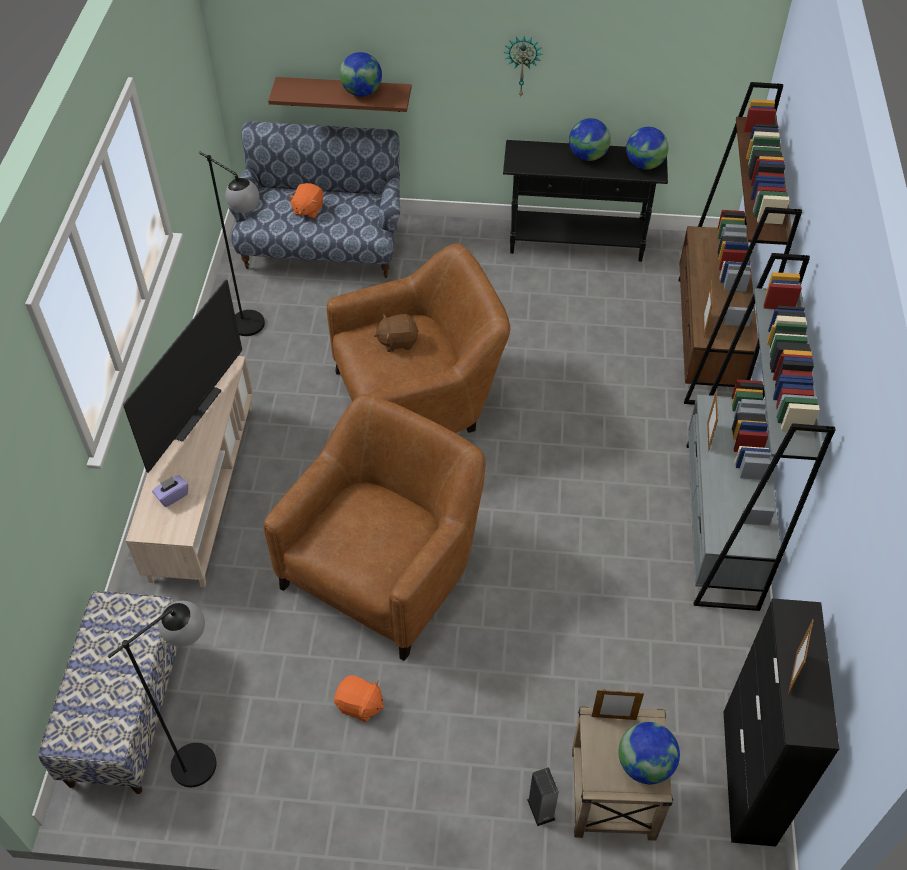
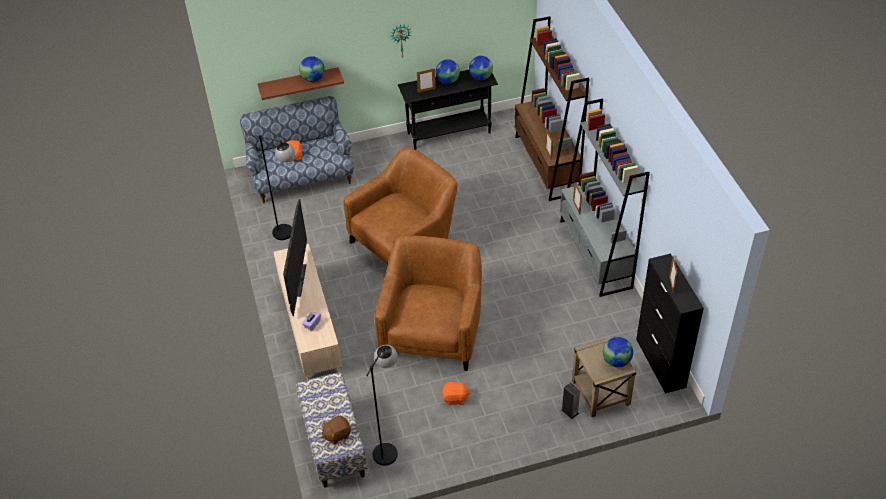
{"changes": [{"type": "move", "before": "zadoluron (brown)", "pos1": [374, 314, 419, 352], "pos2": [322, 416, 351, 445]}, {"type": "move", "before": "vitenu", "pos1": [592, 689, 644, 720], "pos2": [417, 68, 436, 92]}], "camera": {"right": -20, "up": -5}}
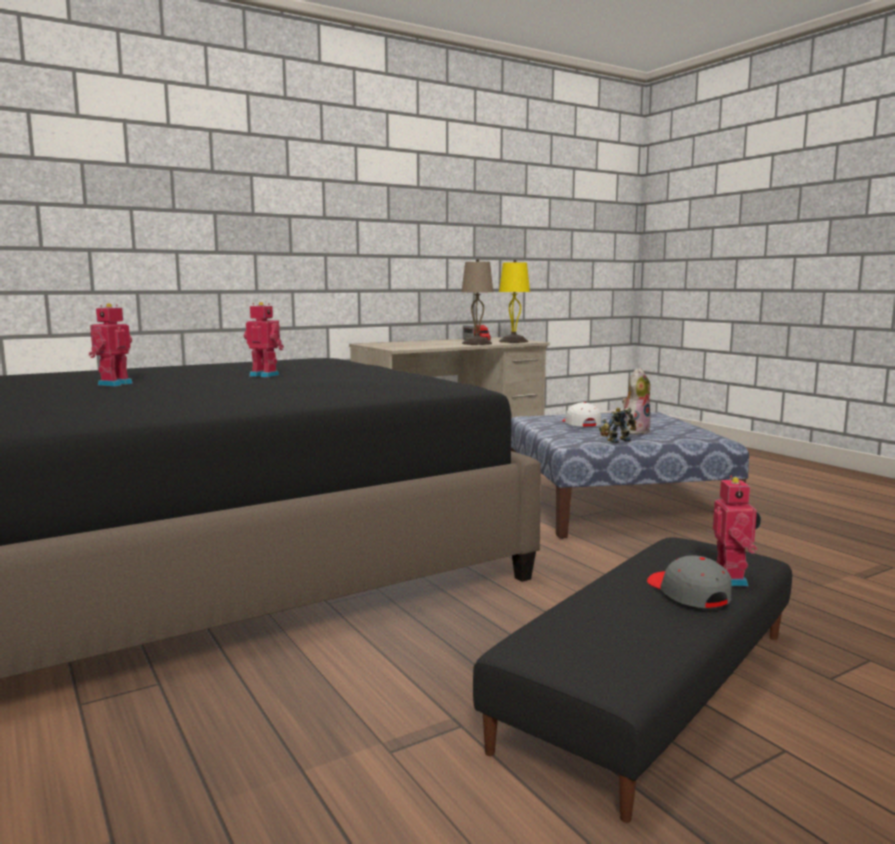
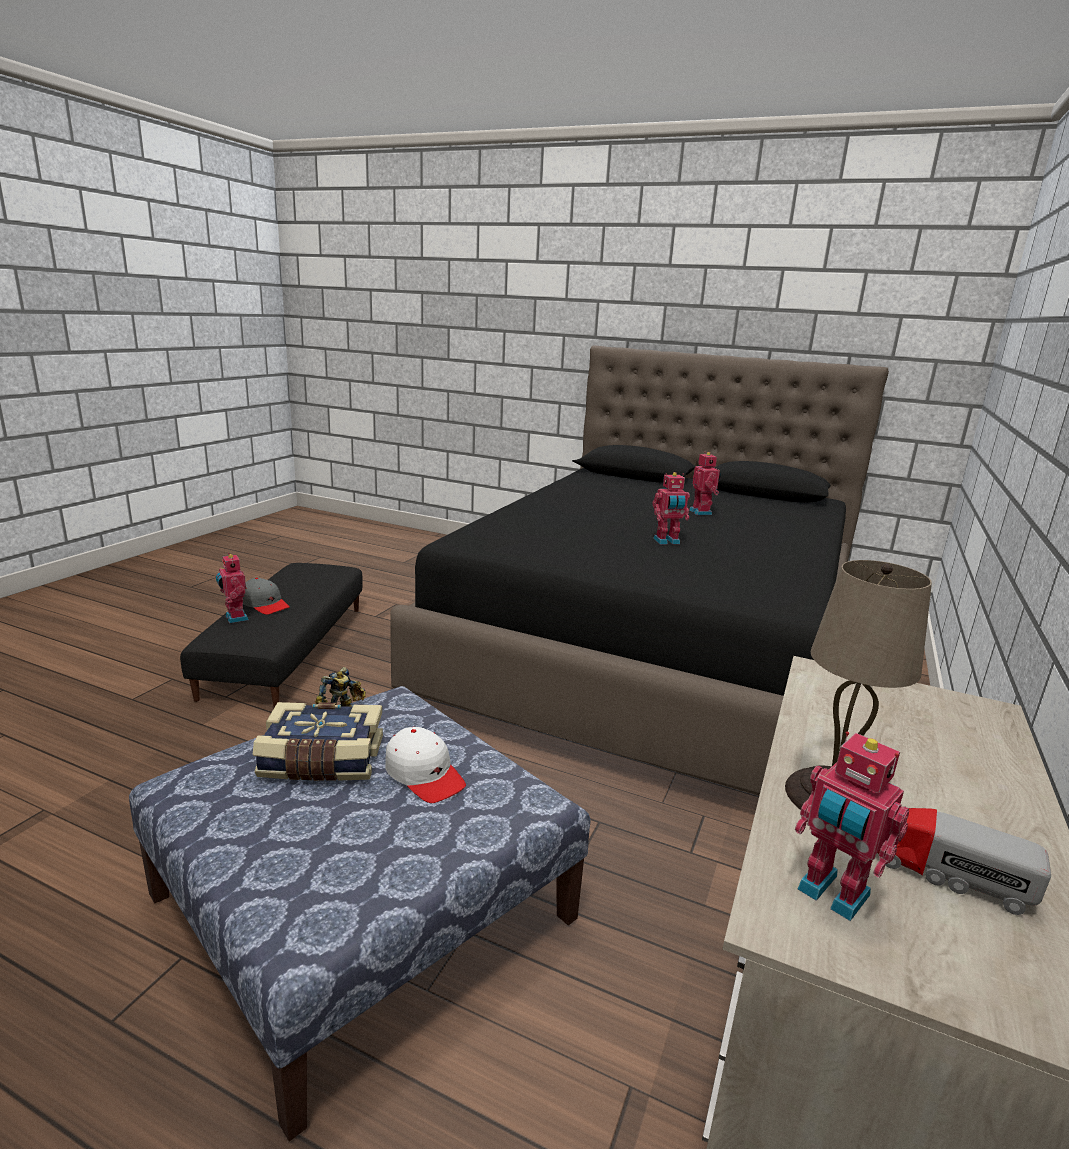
{"changes": [{"type": "replace", "before": "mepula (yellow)", "after": "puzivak", "pos1": [499, 260, 530, 343], "pos2": [795, 731, 909, 921]}, {"type": "replace", "before": "zadoluron", "after": "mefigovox", "pos1": [622, 368, 650, 435], "pos2": [253, 702, 383, 781]}], "camera": {"right": 145, "up": 10}}
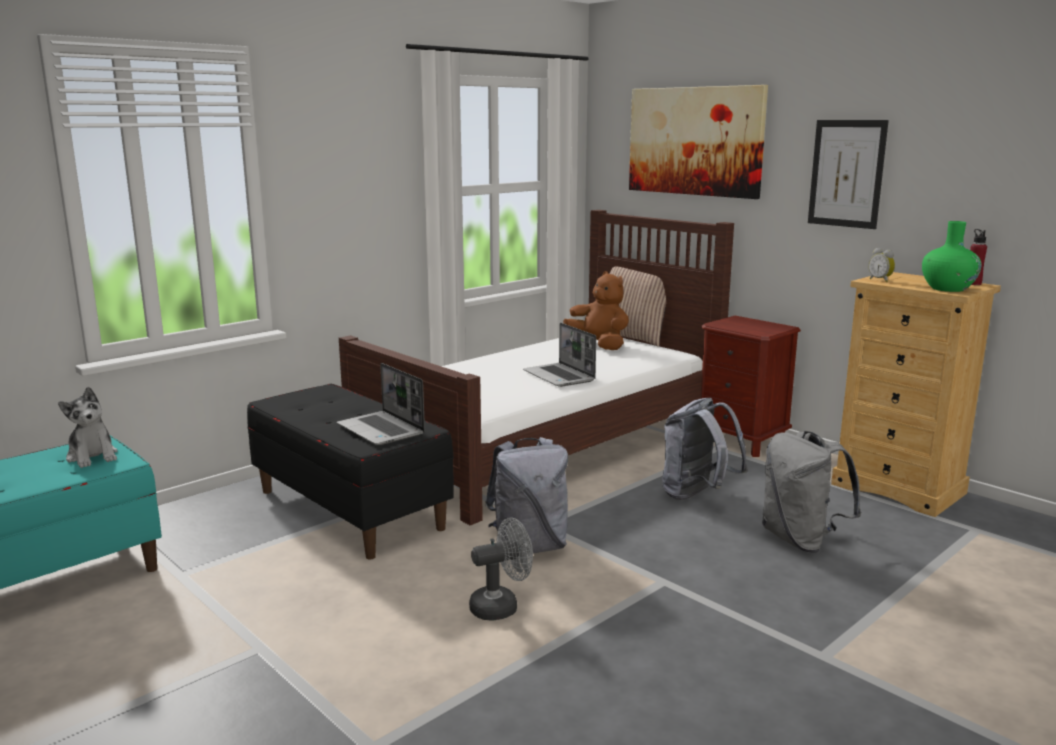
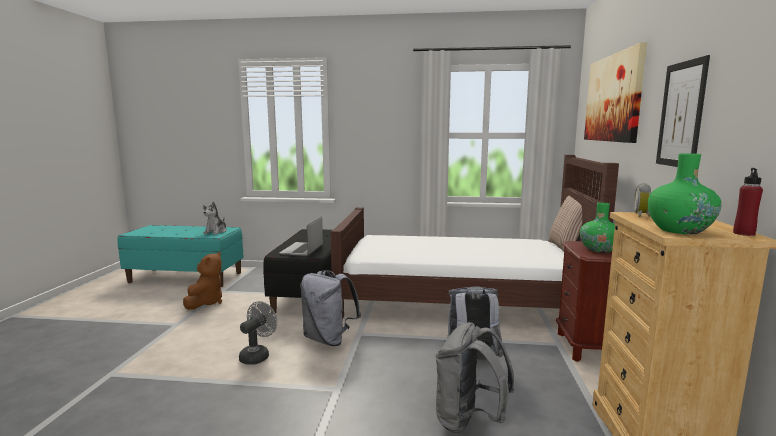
{"changes": [{"type": "move", "before": "zadoluron (brown)", "pos1": [563, 271, 629, 350], "pos2": [183, 252, 222, 310]}, {"type": "delete", "before": "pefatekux", "pos1": [523, 323, 596, 387]}, {"type": "rotate", "before": "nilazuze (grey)", "pos1": [469, 518, 533, 621], "pos2": [239, 301, 277, 365], "turn": -90}, {"type": "insert", "after": "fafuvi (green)", "pos2": [580, 203, 615, 253]}], "camera": {"right": 50, "up": -5}}
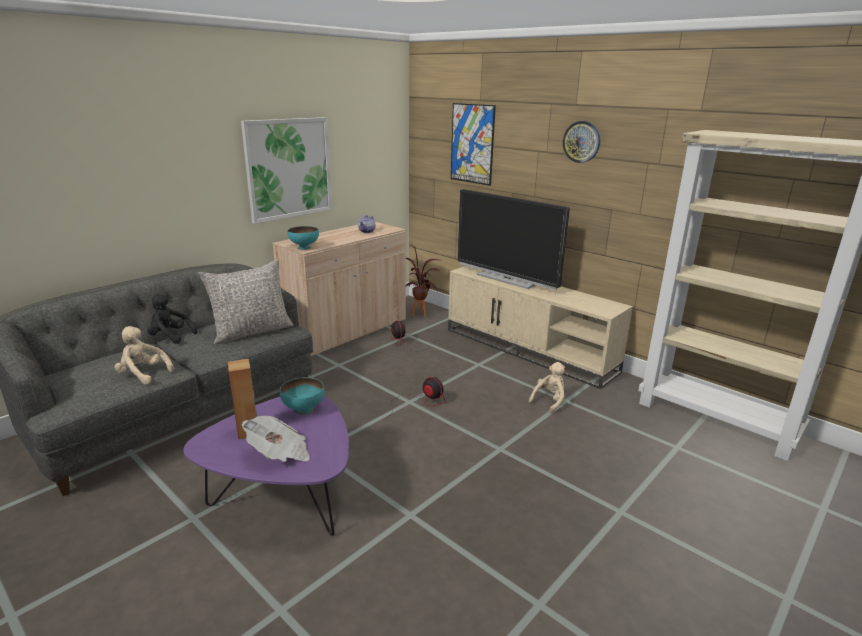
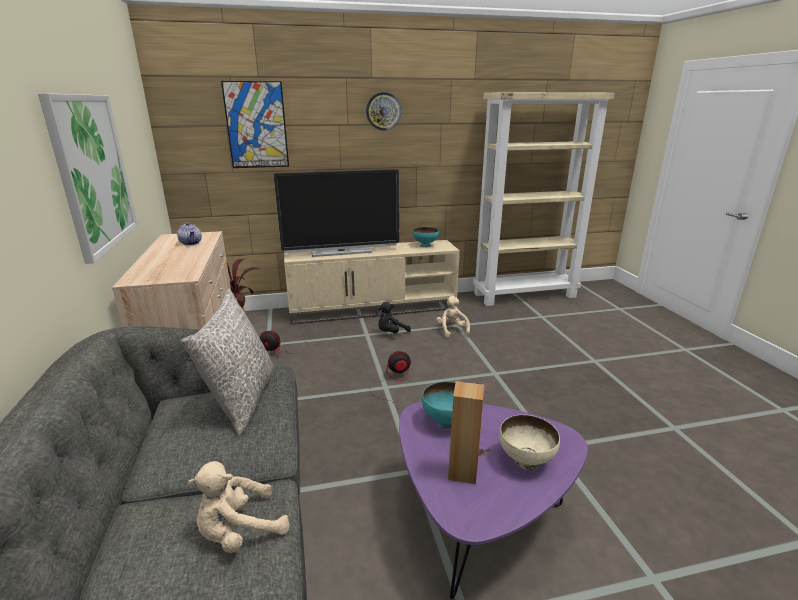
{"changes": [{"type": "move", "before": "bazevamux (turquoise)", "pos1": [287, 226, 319, 250], "pos2": [413, 227, 439, 247]}, {"type": "move", "before": "zadoluron (black)", "pos1": [147, 294, 198, 344], "pos2": [378, 302, 411, 333]}, {"type": "replace", "before": "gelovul", "after": "bazevamux (beige)", "pos1": [242, 416, 310, 462], "pos2": [499, 415, 560, 470]}], "camera": {"right": -55, "up": 0}}
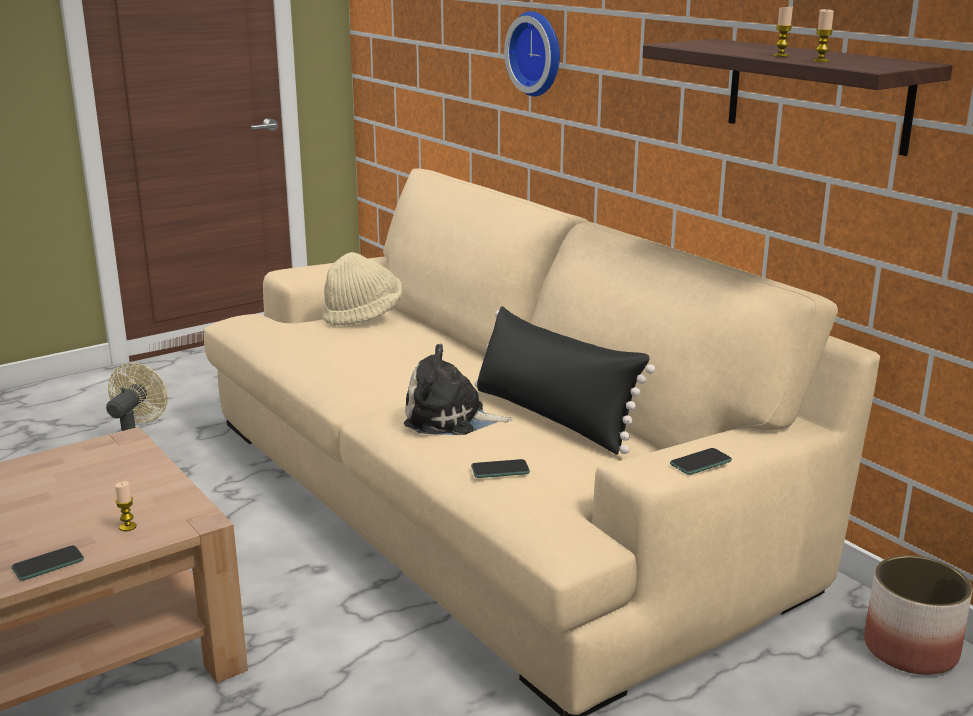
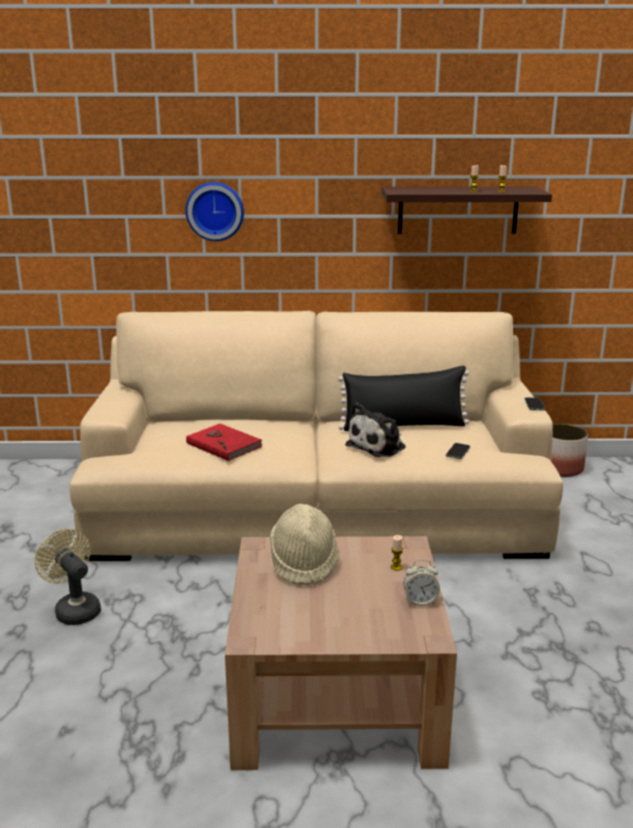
{"changes": [{"type": "move", "before": "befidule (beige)", "pos1": [322, 252, 402, 326], "pos2": [270, 504, 338, 585]}, {"type": "replace", "before": "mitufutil", "after": "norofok", "pos1": [12, 545, 84, 581], "pos2": [403, 560, 440, 606]}, {"type": "insert", "after": "mefigovox (red)", "pos2": [186, 424, 262, 461]}], "camera": {"right": -55, "up": 0}}
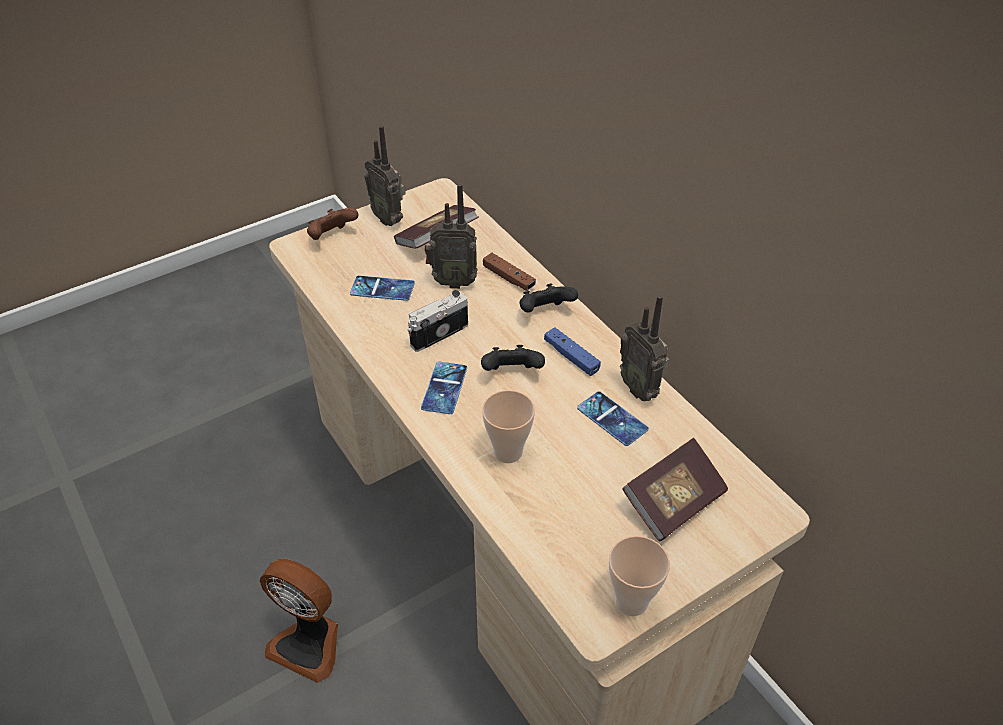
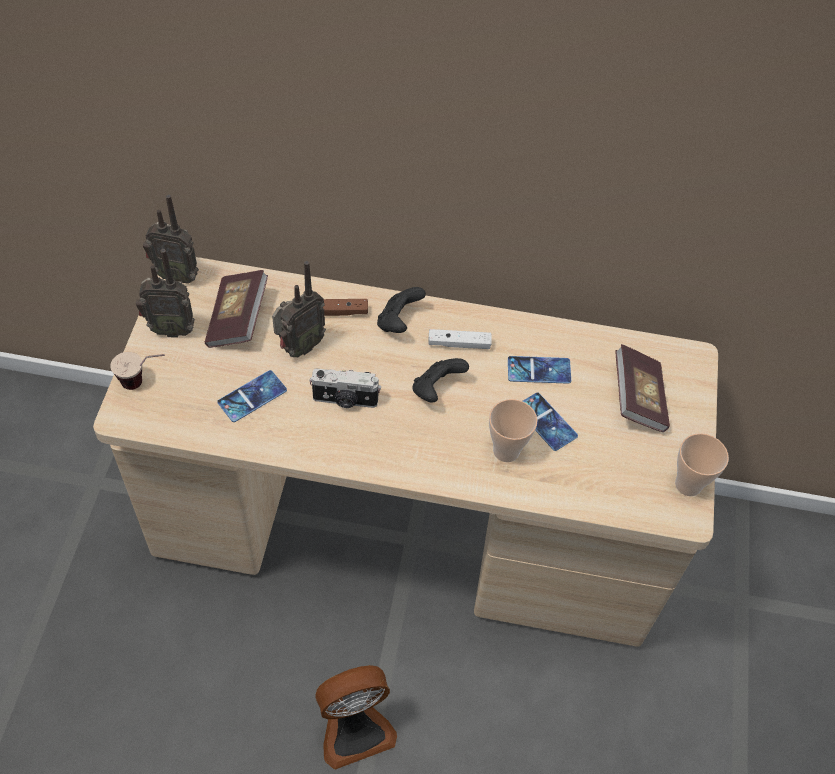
{"changes": [{"type": "replace", "before": "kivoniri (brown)", "after": "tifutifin", "pos1": [307, 208, 358, 240], "pos2": [110, 352, 165, 390]}, {"type": "rotate", "before": "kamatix", "pos1": [408, 290, 468, 352], "pos2": [310, 368, 381, 408], "turn": -90}, {"type": "move", "before": "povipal", "pos1": [620, 295, 670, 401], "pos2": [143, 195, 199, 284]}, {"type": "recolor", "before": "kivoniri (blue)", "after": "kivoniri (white)", "pos1": [544, 327, 601, 376], "pos2": [428, 329, 492, 349]}, {"type": "move", "before": "mitufutil", "pos1": [421, 362, 467, 414], "pos2": [523, 393, 578, 451]}], "camera": {"right": -50, "up": 10}}
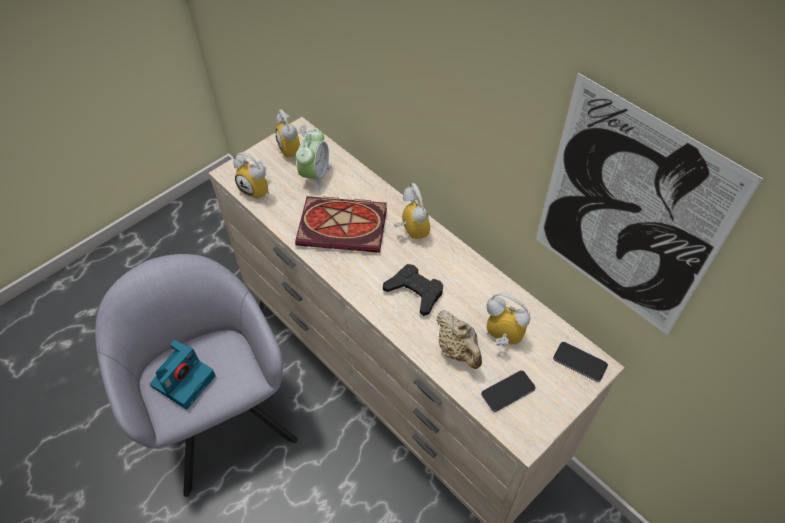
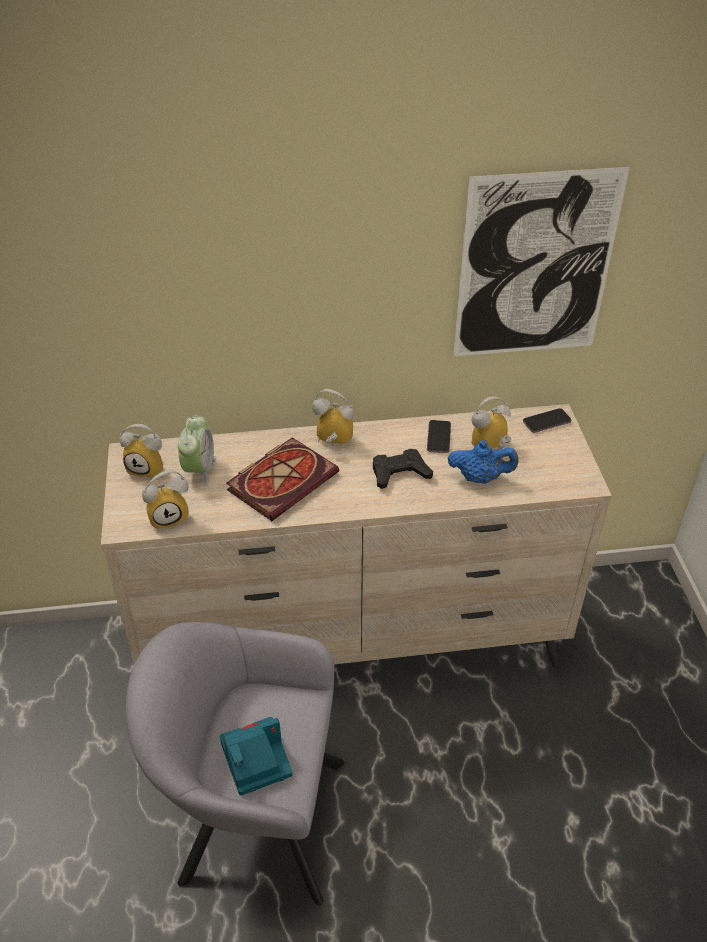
{"changes": [{"type": "rotate", "before": "norofok", "pos1": [296, 129, 331, 191], "pos2": [178, 415, 217, 486], "turn": 45}, {"type": "recolor", "before": "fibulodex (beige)", "after": "fibulodex (blue)", "pos1": [436, 310, 482, 369], "pos2": [448, 440, 518, 484]}, {"type": "rotate", "before": "kamatix", "pos1": [150, 340, 216, 409], "pos2": [220, 717, 292, 796], "turn": -90}, {"type": "move", "before": "mitufutil", "pos1": [481, 370, 536, 412], "pos2": [427, 420, 451, 453]}], "camera": {"right": -55, "up": -10}}
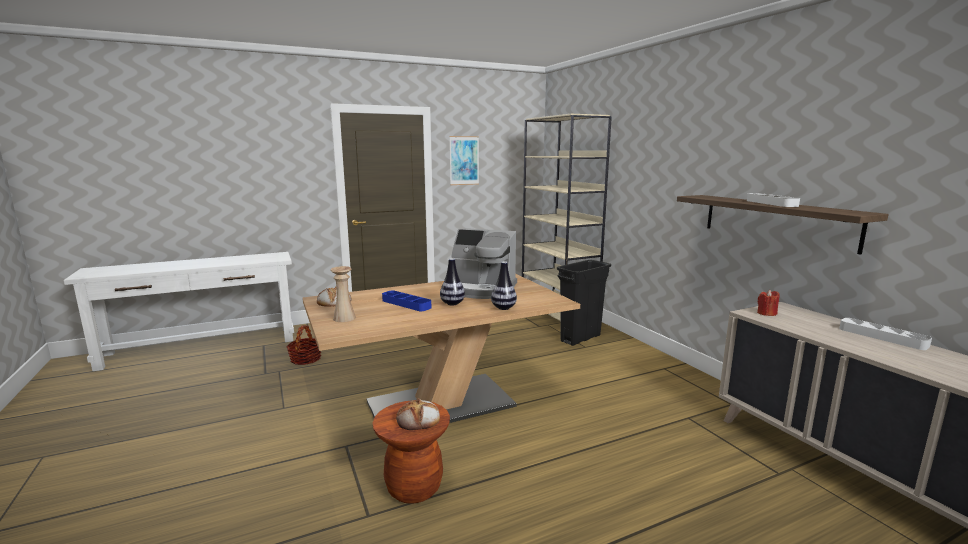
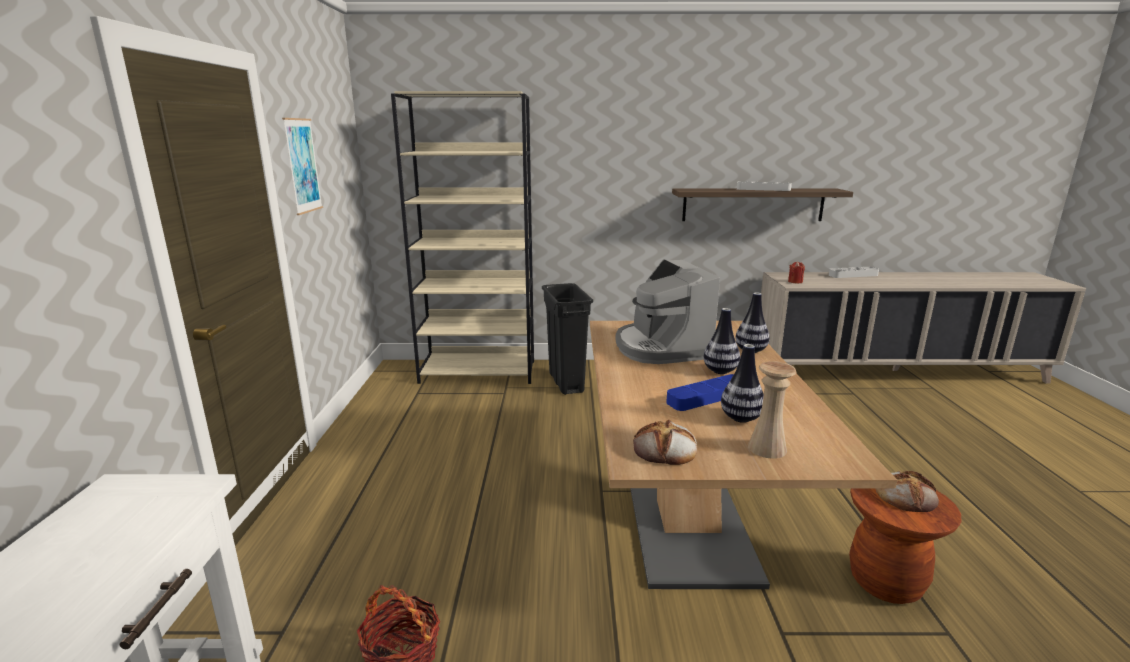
{"changes": [{"type": "rotate", "before": "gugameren", "pos1": [451, 228, 517, 299], "pos2": [616, 259, 720, 364], "turn": 120}, {"type": "insert", "after": "fafuvi", "pos2": [721, 344, 764, 423]}], "camera": {"right": -65, "up": 5}}
